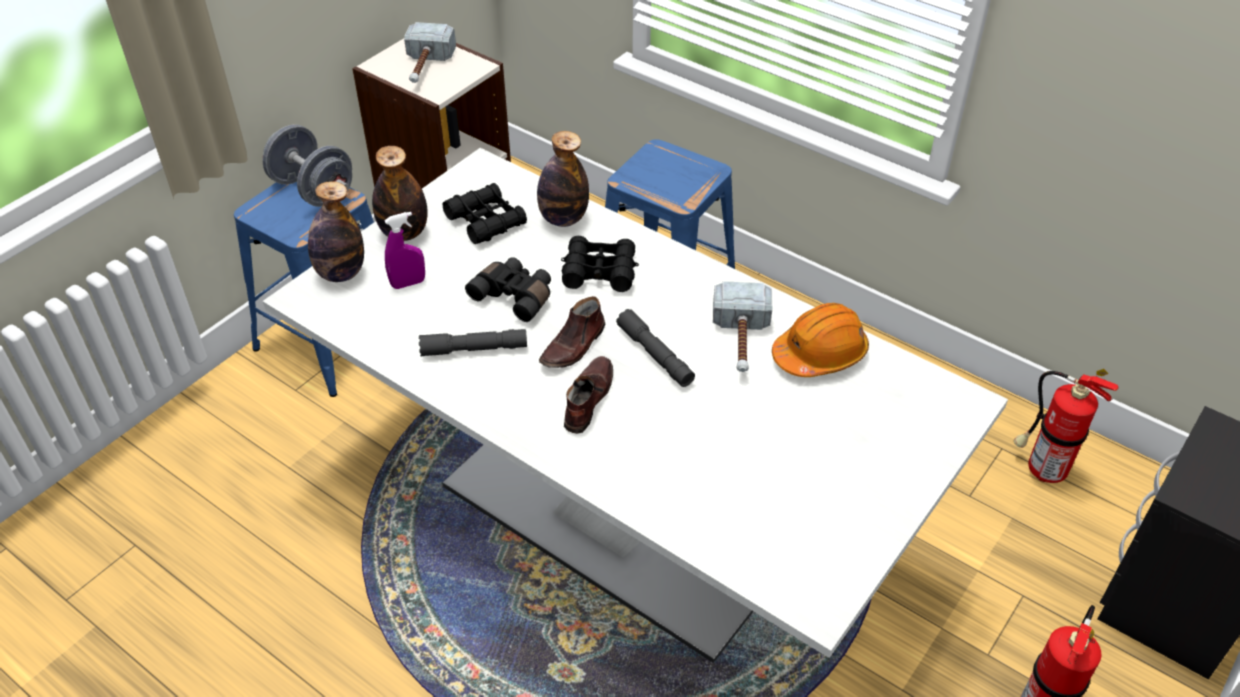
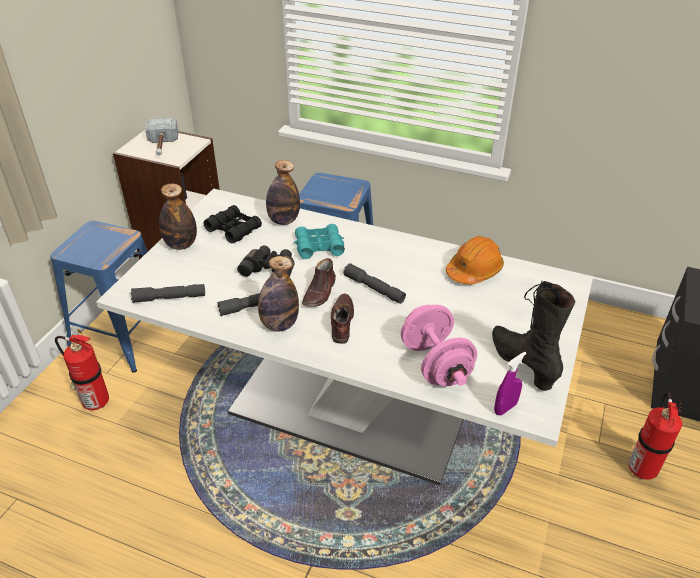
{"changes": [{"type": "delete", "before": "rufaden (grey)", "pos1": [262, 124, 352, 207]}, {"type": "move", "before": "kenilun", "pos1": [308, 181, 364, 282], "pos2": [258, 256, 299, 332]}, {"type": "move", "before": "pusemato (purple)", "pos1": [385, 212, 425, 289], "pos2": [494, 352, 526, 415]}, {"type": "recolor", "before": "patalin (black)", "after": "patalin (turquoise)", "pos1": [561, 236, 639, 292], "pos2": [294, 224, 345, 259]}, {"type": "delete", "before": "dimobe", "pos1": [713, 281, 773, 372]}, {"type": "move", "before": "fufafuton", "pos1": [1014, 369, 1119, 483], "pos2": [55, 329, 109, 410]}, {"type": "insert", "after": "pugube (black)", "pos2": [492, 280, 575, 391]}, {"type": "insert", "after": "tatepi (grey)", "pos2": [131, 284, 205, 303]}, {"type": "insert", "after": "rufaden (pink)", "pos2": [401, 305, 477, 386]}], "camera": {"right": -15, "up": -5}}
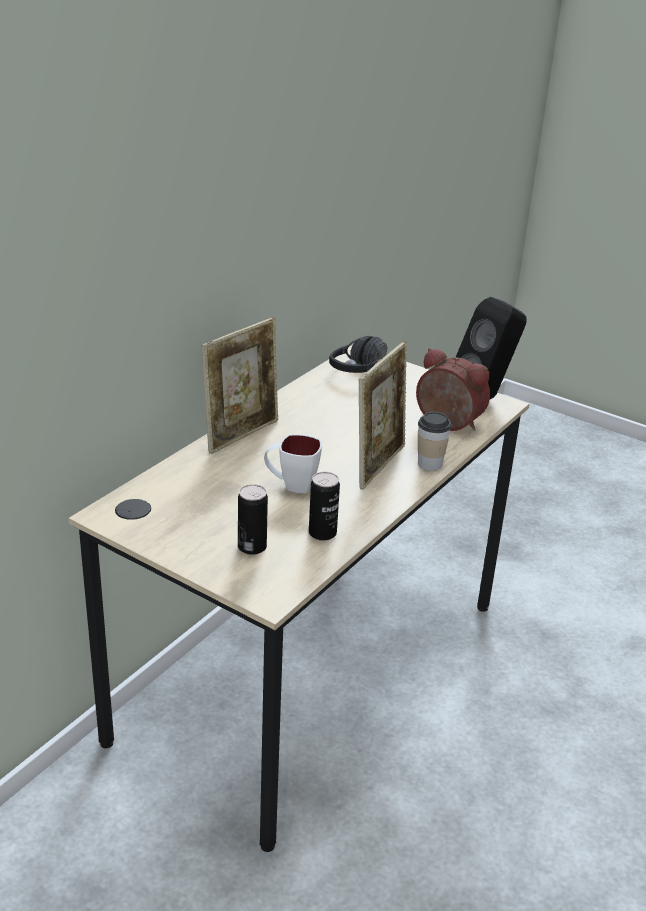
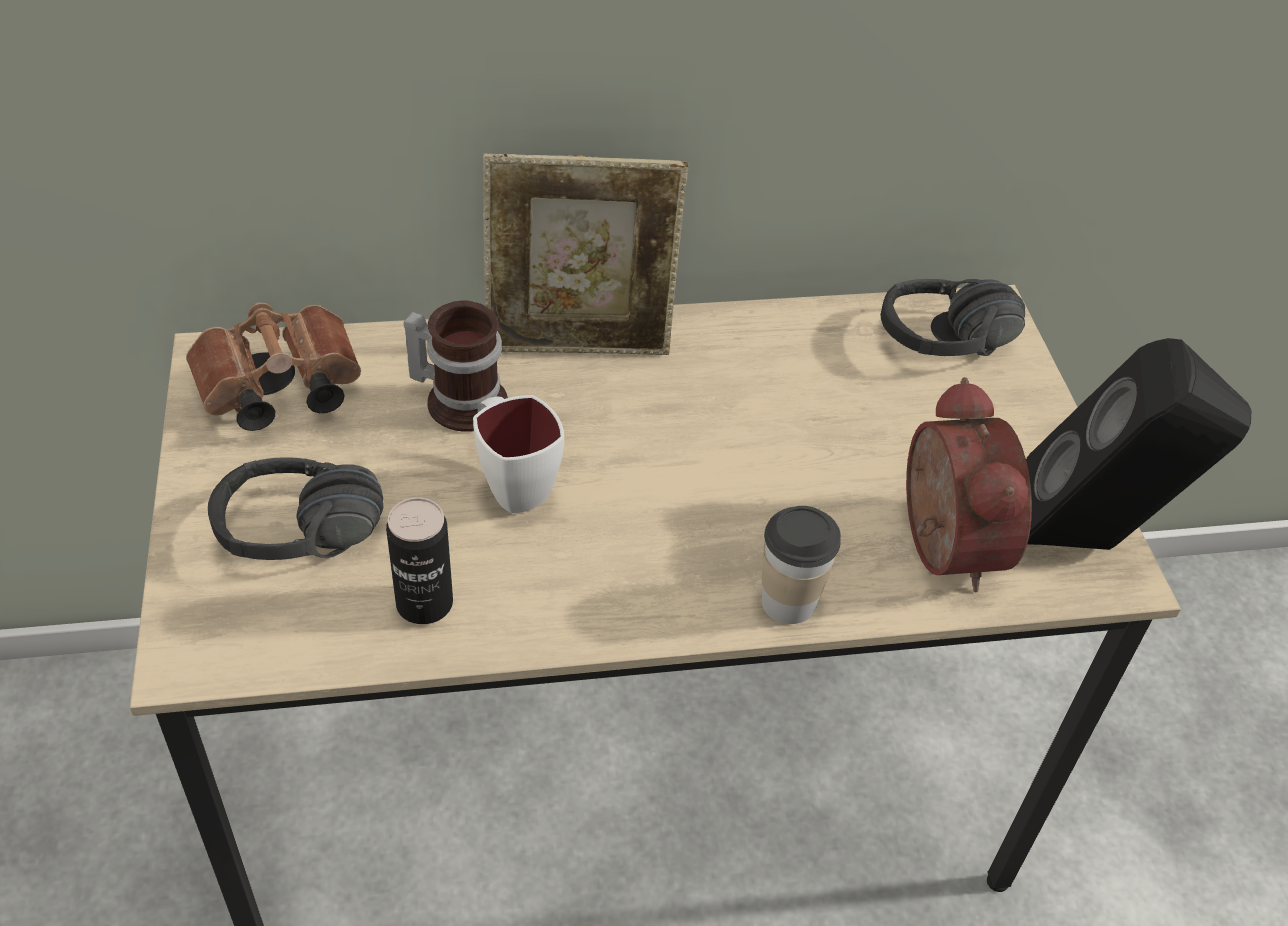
{"changes": [{"type": "delete", "before": "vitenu", "pos1": [359, 341, 407, 490]}, {"type": "replace", "before": "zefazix", "after": "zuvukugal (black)", "pos1": [238, 484, 268, 555], "pos2": [208, 457, 383, 560]}, {"type": "insert", "after": "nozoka", "pos2": [403, 300, 508, 432]}, {"type": "insert", "after": "patalin (brown)", "pos2": [186, 302, 361, 431]}], "camera": {"right": 45, "up": 15}}
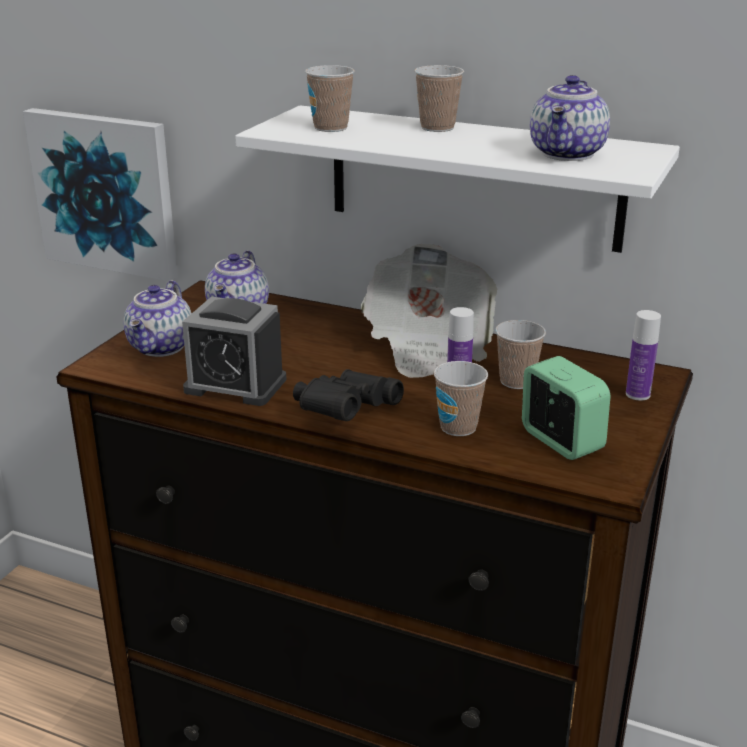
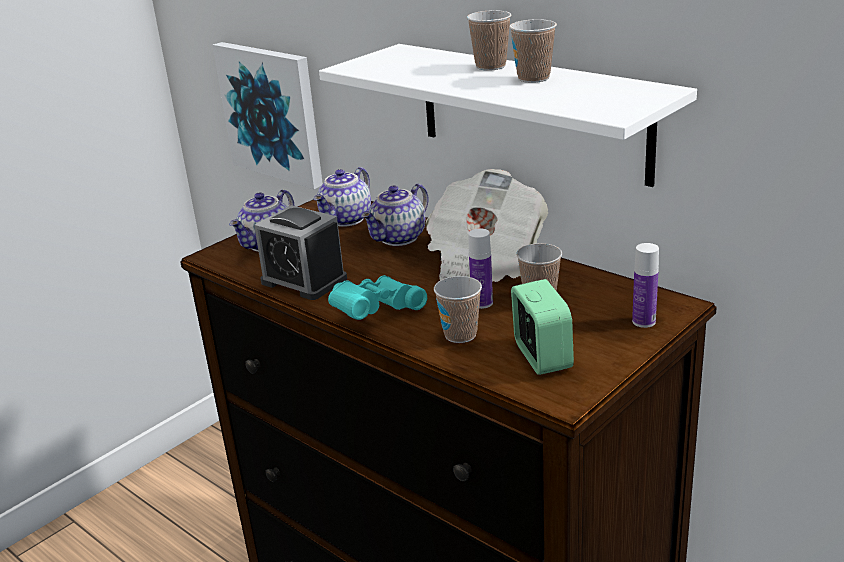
{"changes": [{"type": "move", "before": "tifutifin", "pos1": [305, 65, 355, 132], "pos2": [510, 19, 557, 83]}, {"type": "move", "before": "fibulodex", "pos1": [530, 75, 610, 161], "pos2": [361, 184, 429, 246]}, {"type": "recolor", "before": "patalin (black)", "after": "patalin (turquoise)", "pos1": [293, 369, 404, 421], "pos2": [328, 275, 427, 320]}], "camera": {"right": 20, "up": 0}}
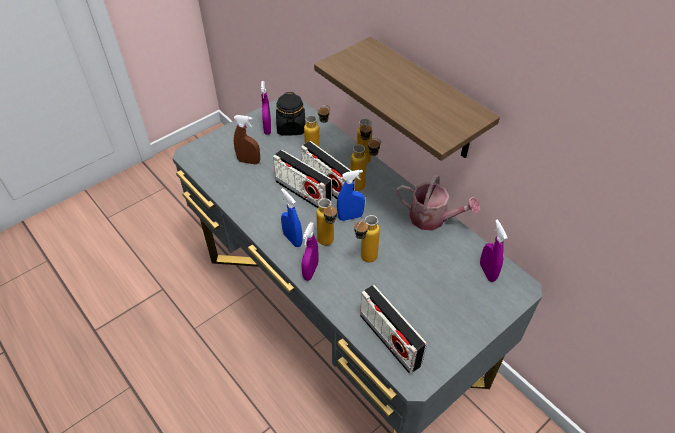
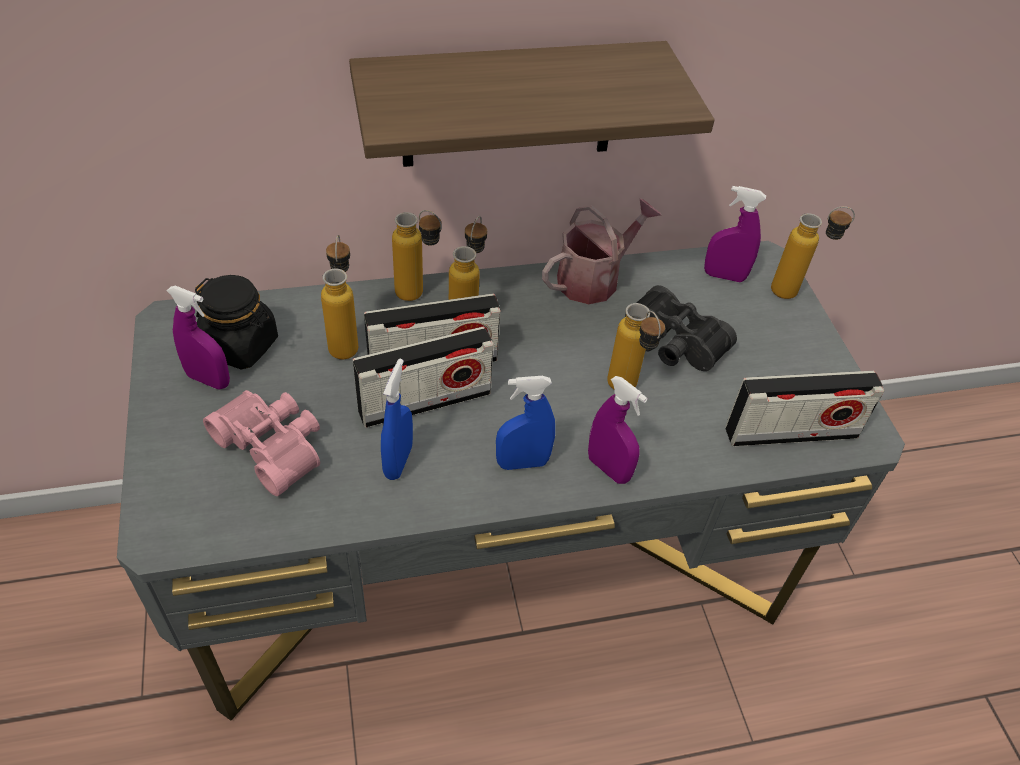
{"changes": [{"type": "replace", "before": "pusemato (brown)", "after": "patalin (pink)", "pos1": [234, 115, 260, 164], "pos2": [203, 390, 320, 496]}, {"type": "move", "before": "pusemato (blue)", "pos1": [337, 170, 365, 221], "pos2": [381, 359, 413, 480]}, {"type": "move", "before": "kenilun", "pos1": [316, 198, 337, 245], "pos2": [771, 206, 855, 299]}, {"type": "insert", "after": "patalin (black)", "pos2": [625, 285, 737, 371]}], "camera": {"right": -65, "up": 0}}
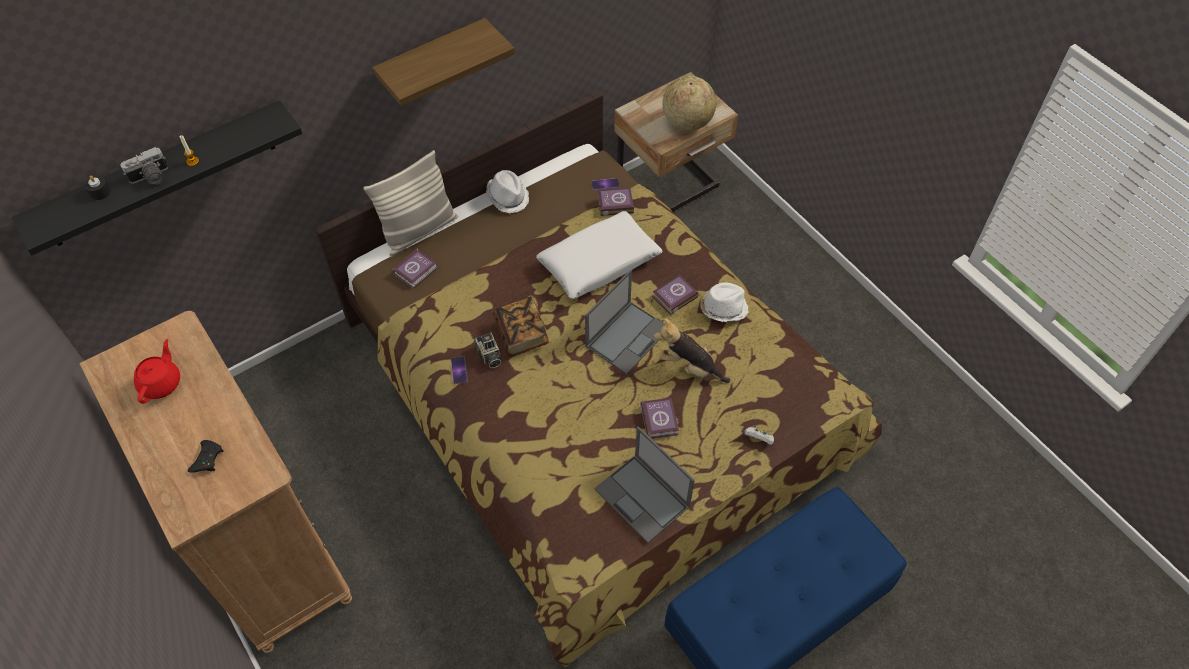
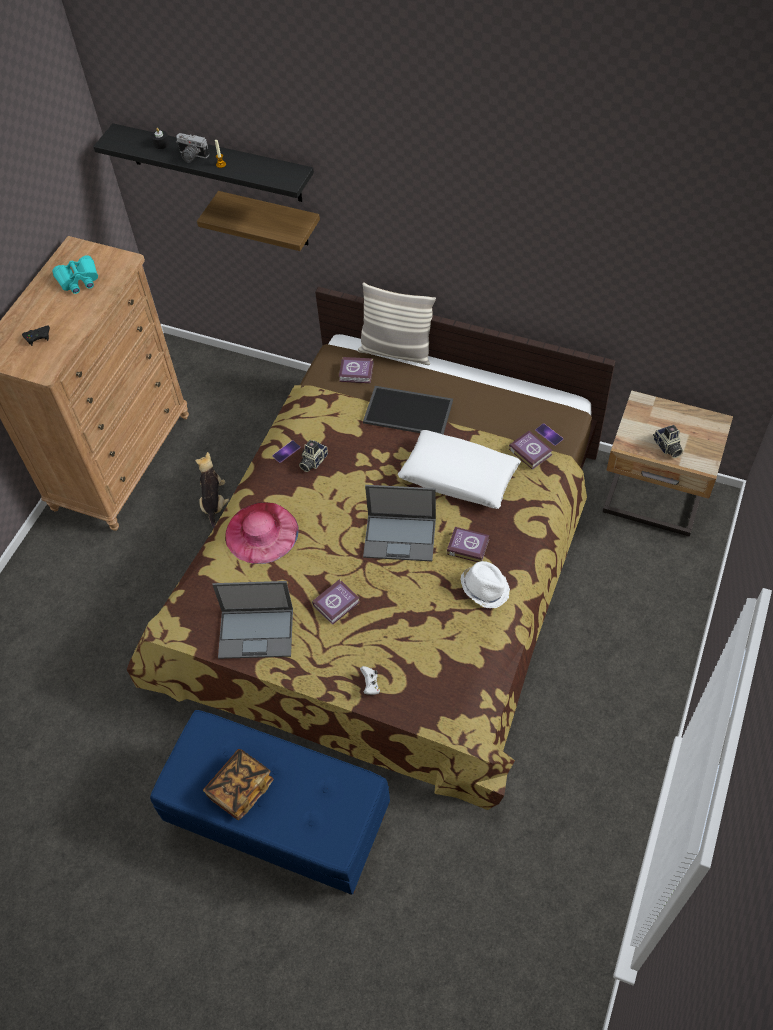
{"changes": [{"type": "move", "before": "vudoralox", "pos1": [372, 18, 515, 106], "pos2": [197, 191, 320, 251]}, {"type": "replace", "before": "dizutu", "after": "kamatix", "pos1": [663, 76, 716, 131], "pos2": [653, 425, 683, 458]}, {"type": "delete", "before": "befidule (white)", "pos1": [486, 170, 529, 213]}, {"type": "move", "before": "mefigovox", "pos1": [493, 296, 549, 357], "pos2": [203, 749, 274, 820]}, {"type": "move", "before": "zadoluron", "pos1": [654, 318, 730, 383], "pos2": [195, 452, 229, 528]}, {"type": "replace", "before": "fibulodex (red)", "after": "patalin (turquoise)", "pos1": [134, 339, 180, 404], "pos2": [53, 255, 98, 294]}, {"type": "rotate", "before": "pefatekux", "pos1": [594, 426, 695, 543], "pos2": [213, 581, 293, 659], "turn": -105}, {"type": "insert", "after": "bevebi", "pos2": [363, 386, 453, 435]}, {"type": "insert", "after": "befidule (pink)", "pos2": [225, 502, 299, 564]}], "camera": {"right": 60, "up": 0}}
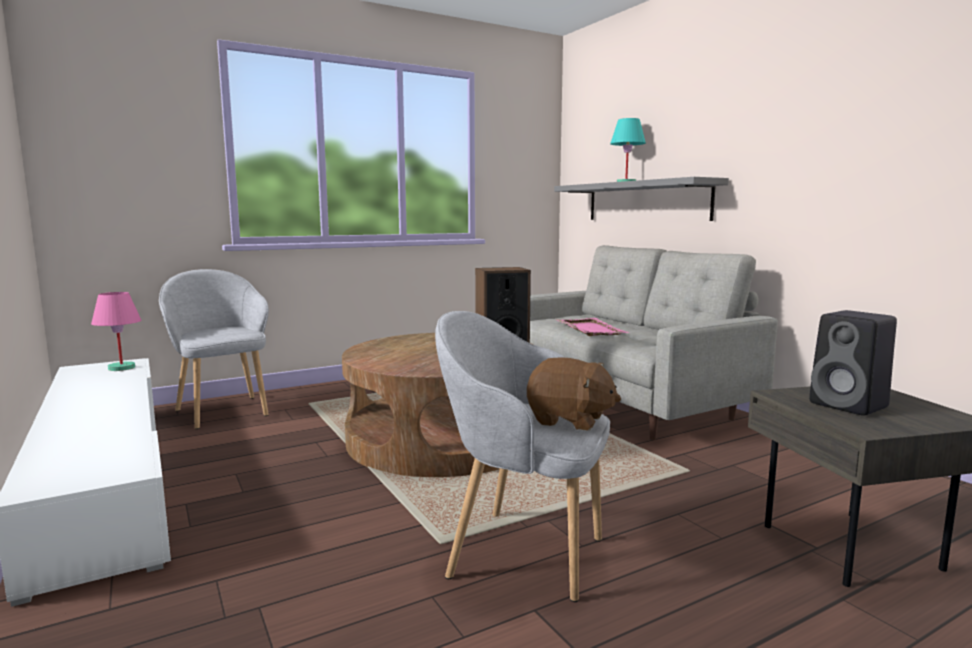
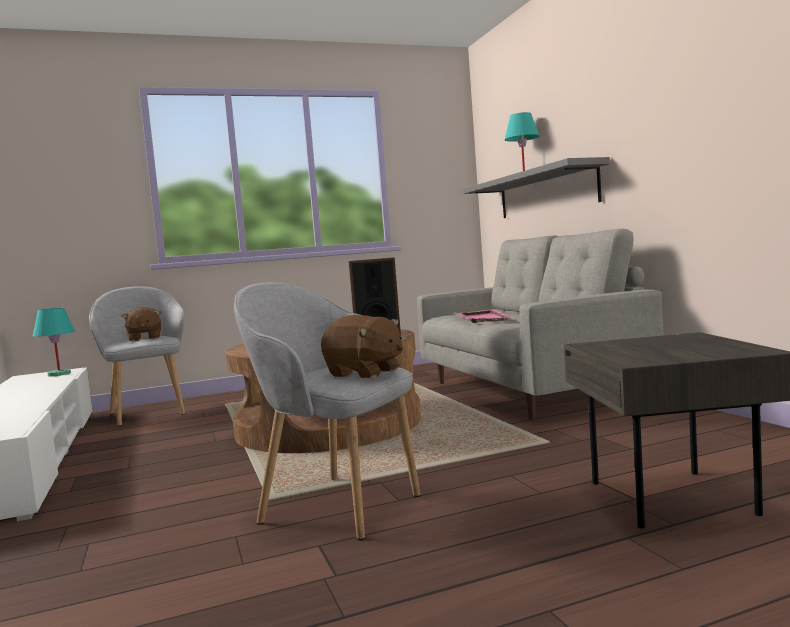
{"changes": [{"type": "recolor", "before": "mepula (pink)", "after": "mepula (turquoise)", "pos1": [91, 292, 141, 371], "pos2": [33, 308, 75, 377]}, {"type": "delete", "before": "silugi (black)", "pos1": [809, 310, 897, 416]}, {"type": "insert", "after": "zadoluron (brown)", "pos2": [122, 307, 161, 341]}], "camera": {"right": 10, "up": -5}}
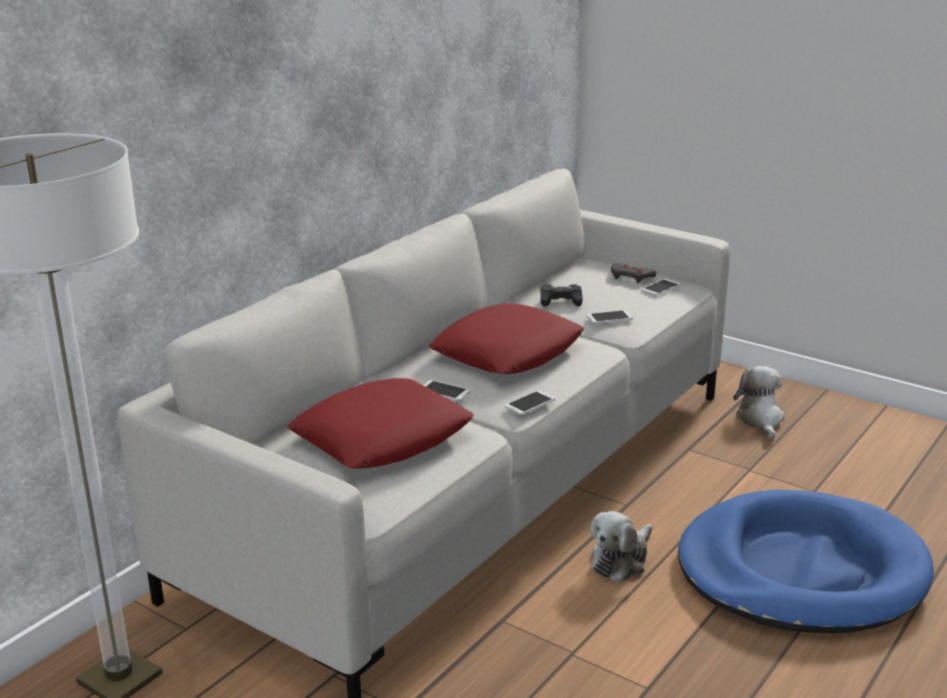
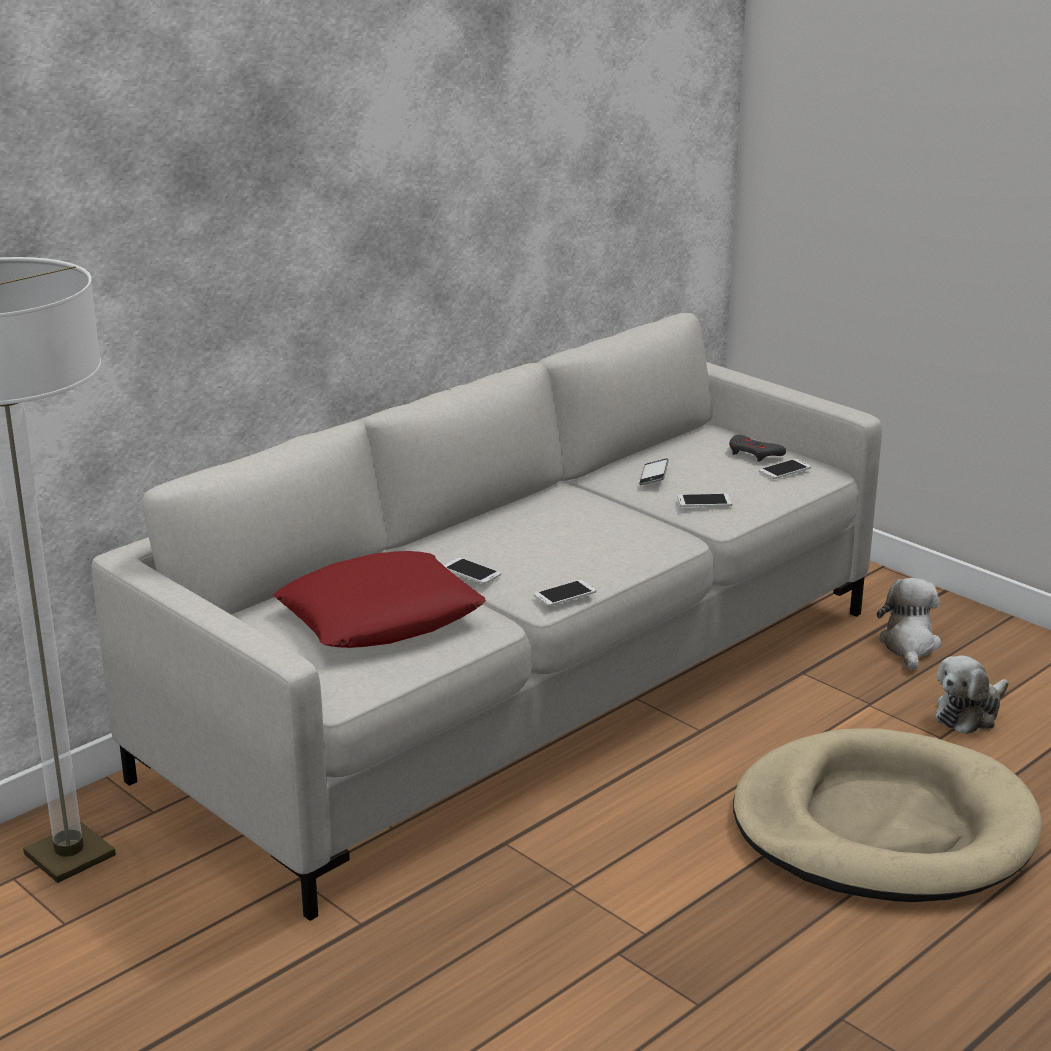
{"changes": [{"type": "replace", "before": "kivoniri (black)", "after": "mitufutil", "pos1": [540, 284, 583, 307], "pos2": [639, 458, 669, 485]}, {"type": "delete", "before": "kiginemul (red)", "pos1": [429, 304, 584, 374]}, {"type": "recolor", "before": "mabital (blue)", "after": "mabital (beige)", "pos1": [678, 489, 934, 634], "pos2": [733, 728, 1042, 902]}, {"type": "move", "before": "zadoluron", "pos1": [590, 511, 652, 583], "pos2": [935, 656, 1009, 734]}], "camera": {"right": 10, "up": 0}}
